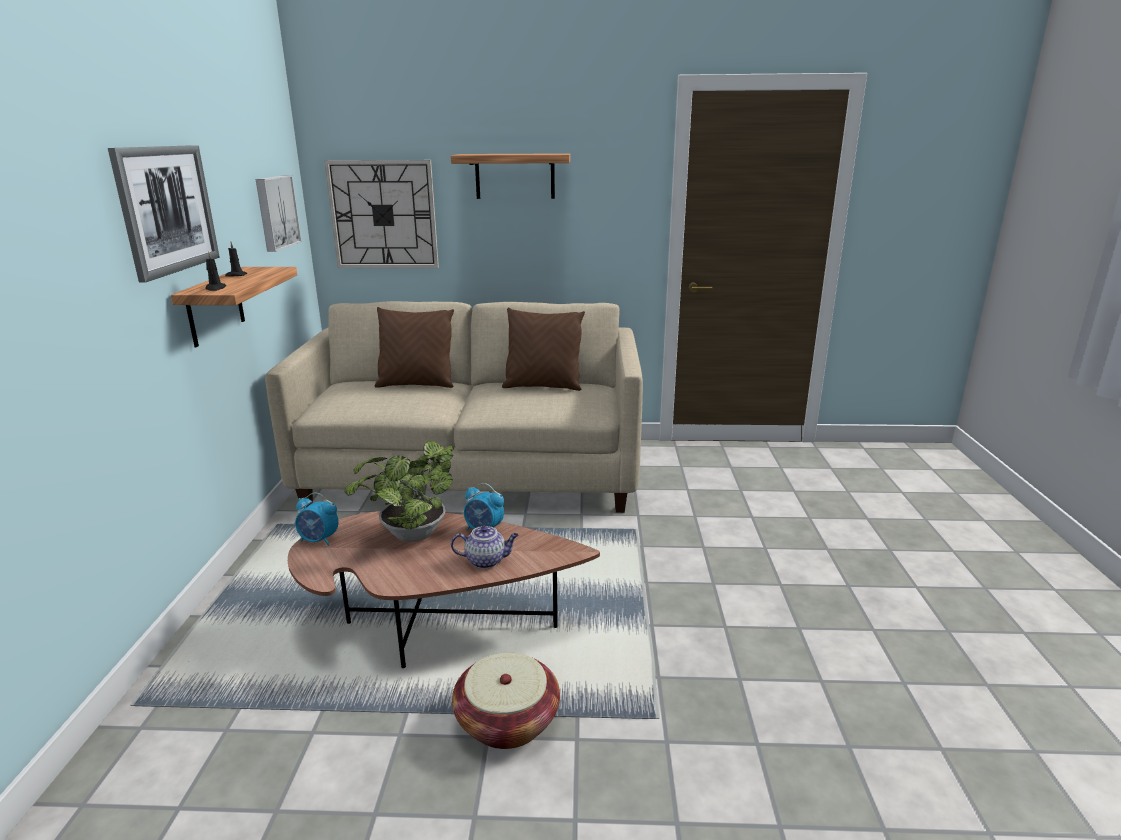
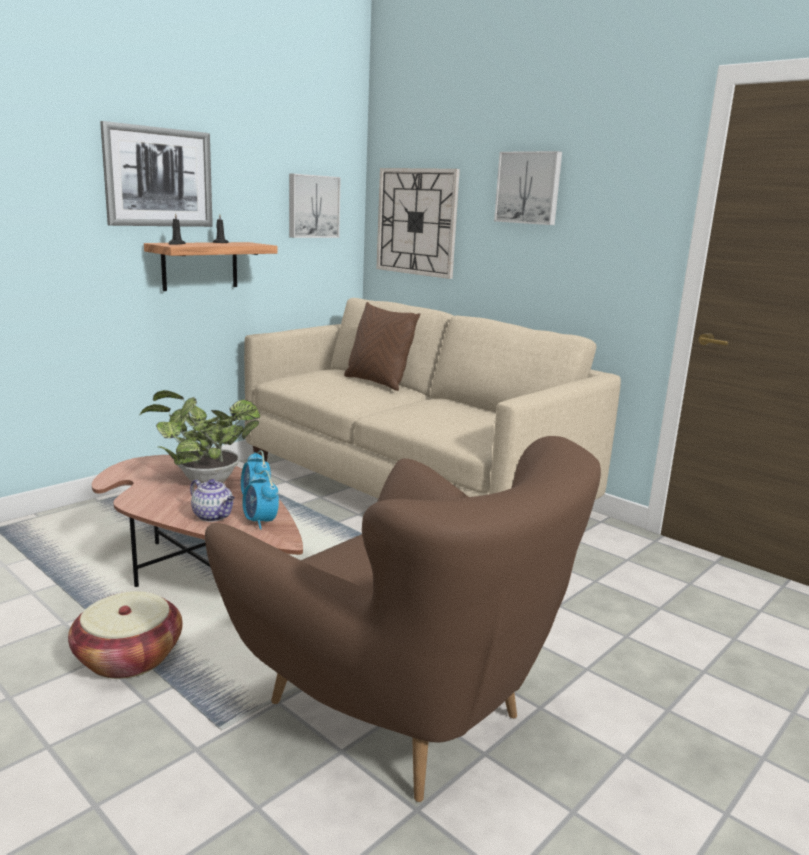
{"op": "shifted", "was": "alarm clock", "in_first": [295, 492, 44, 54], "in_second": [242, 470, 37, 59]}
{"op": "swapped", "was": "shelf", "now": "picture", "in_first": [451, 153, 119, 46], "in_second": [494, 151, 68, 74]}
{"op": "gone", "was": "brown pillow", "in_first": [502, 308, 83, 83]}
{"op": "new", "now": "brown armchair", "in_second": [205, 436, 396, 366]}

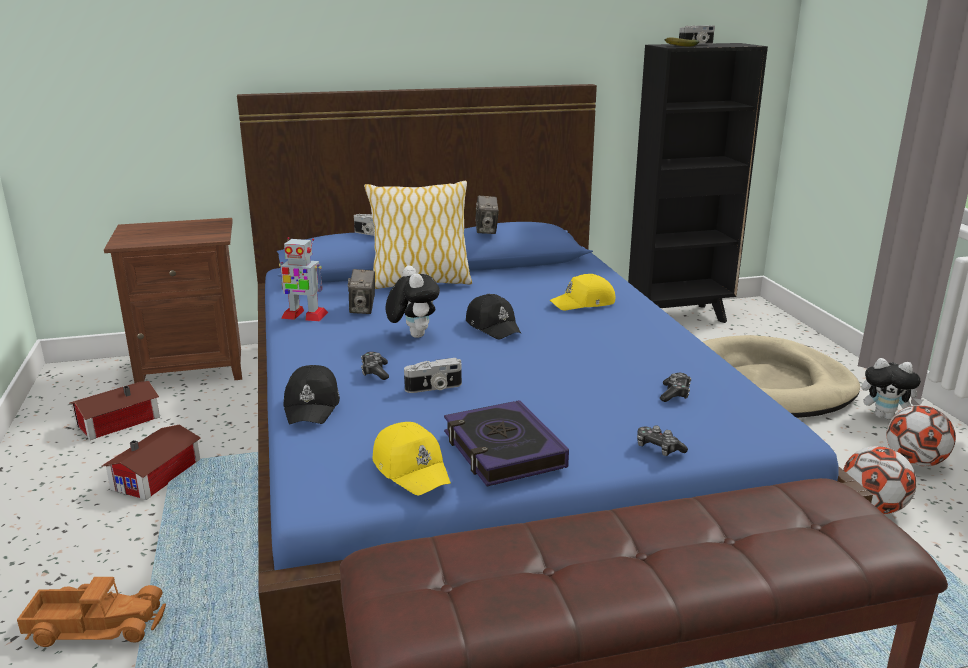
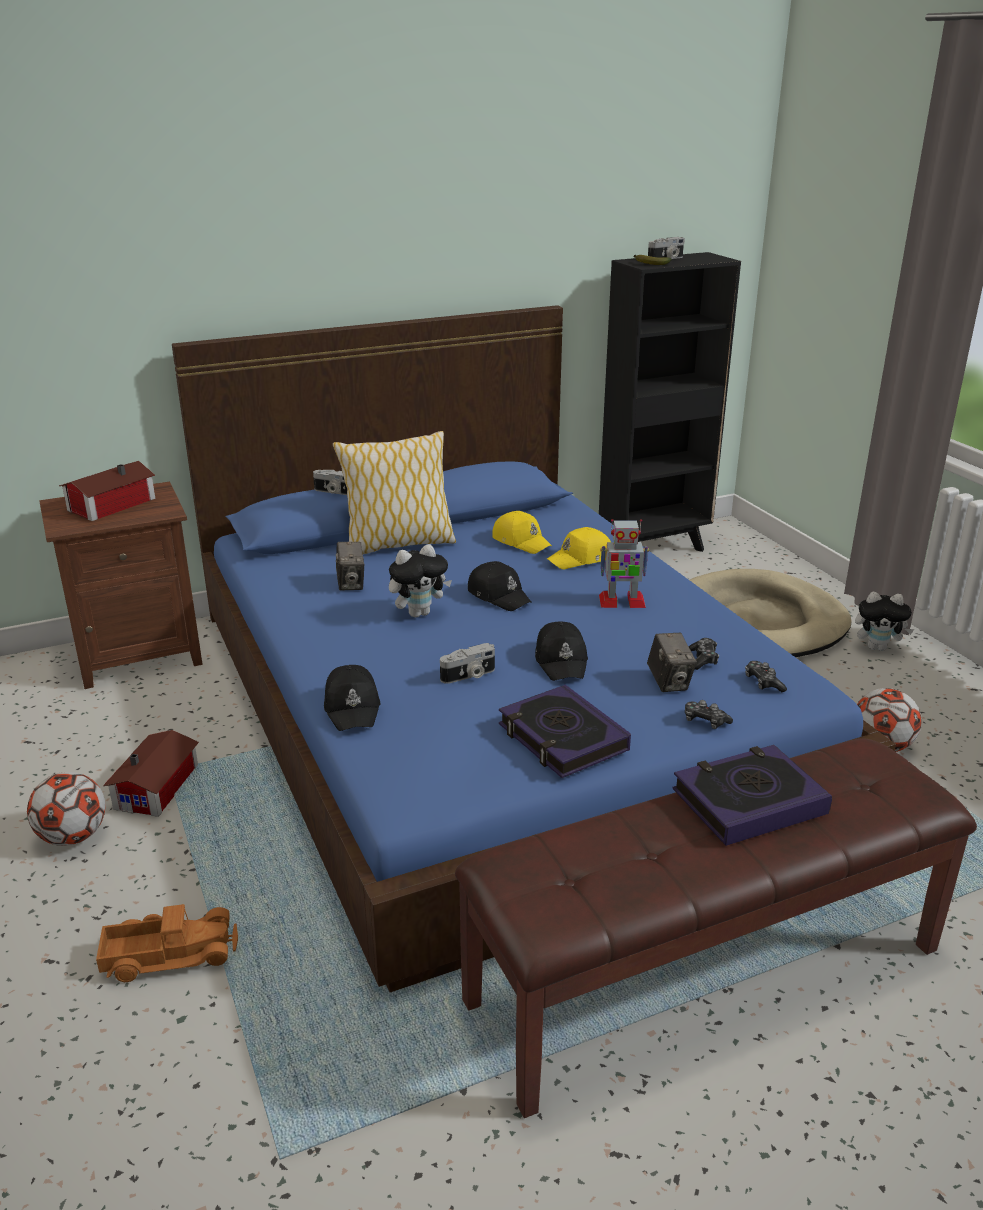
{"op": "shifted", "was": "toy house", "in_first": [69, 381, 91, 59], "in_second": [59, 461, 97, 60]}
{"op": "shifted", "was": "toy robot", "in_first": [279, 237, 49, 84], "in_second": [599, 519, 50, 89]}
{"op": "shifted", "was": "game controller", "in_first": [361, 352, 28, 28], "in_second": [745, 661, 42, 31]}
{"op": "shifted", "was": "yellow cap", "in_first": [372, 422, 79, 73], "in_second": [492, 511, 60, 43]}
{"op": "rotated", "was": "plush toy", "in_first": [385, 266, 55, 72], "in_second": [389, 544, 63, 74], "clockwise": 90}
{"op": "shifted", "was": "photo camera", "in_first": [475, 195, 24, 39], "in_second": [647, 633, 50, 59]}
{"op": "shifted", "was": "football", "in_first": [886, 405, 70, 62], "in_second": [27, 772, 78, 74]}
{"op": "new", "now": "black cap", "in_second": [535, 622, 53, 59]}
{"op": "new", "now": "book", "in_second": [672, 745, 160, 101]}

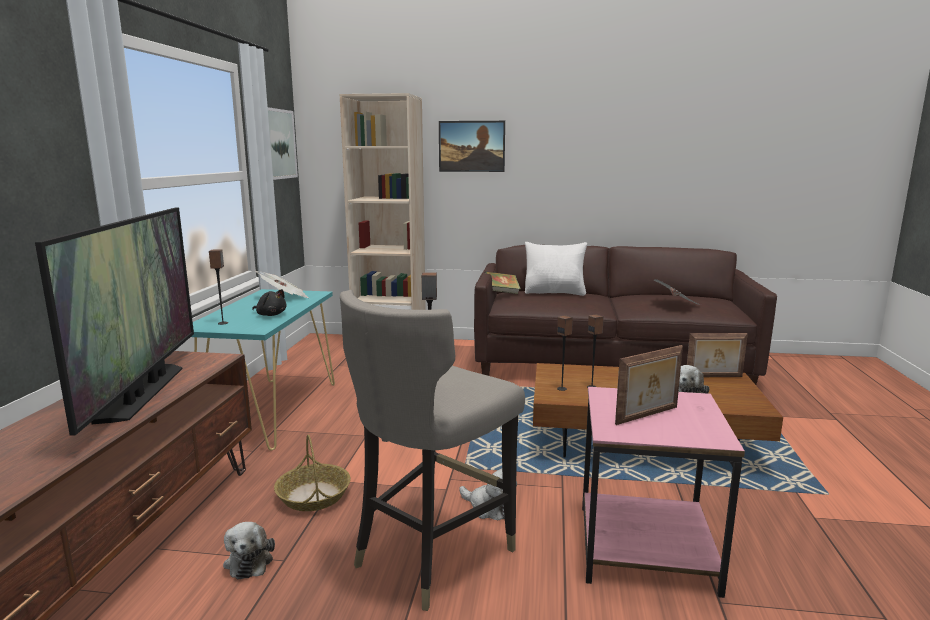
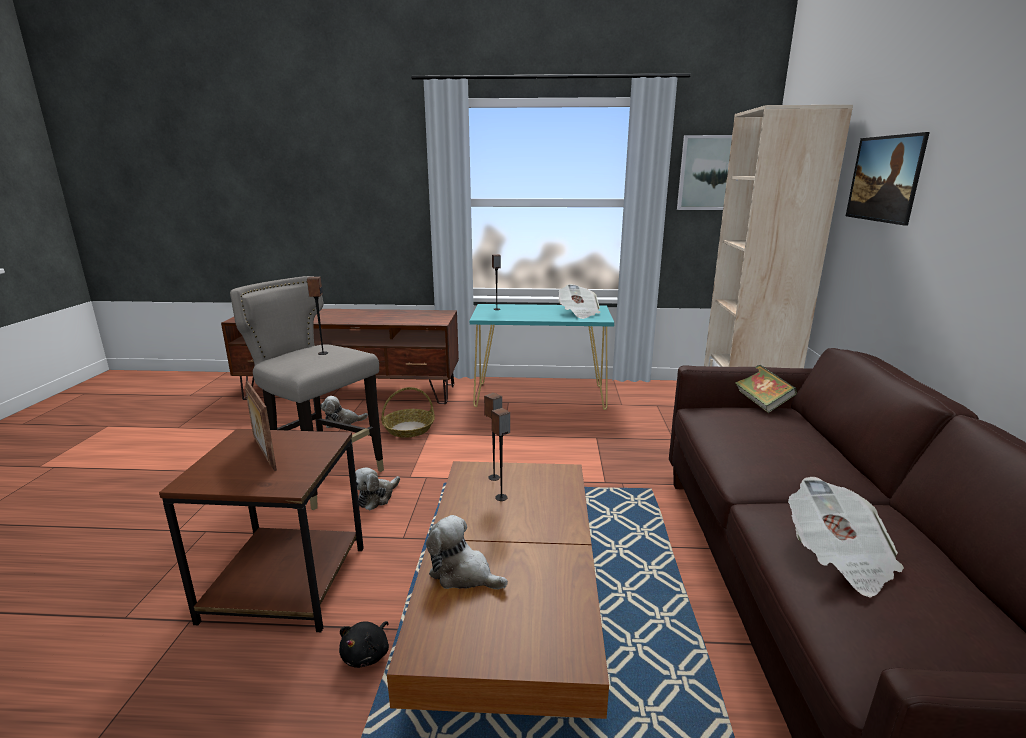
{"op": "gone", "was": "television", "in_first": [35, 208, 159, 228]}
{"op": "shifted", "was": "black plush toy", "in_first": [252, 289, 35, 27], "in_second": [339, 621, 50, 47]}
{"op": "gone", "was": "white pillow", "in_first": [525, 242, 62, 54]}
{"op": "repainted", "was": "pink side table", "now": "brown side table", "in_first": [582, 387, 163, 211], "in_second": [159, 429, 205, 203]}
{"op": "gone", "was": "picture frame", "in_first": [687, 333, 61, 44]}

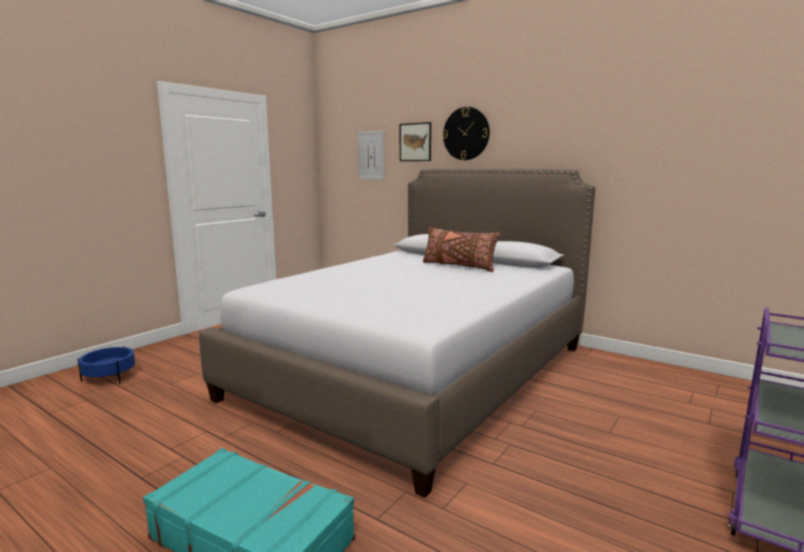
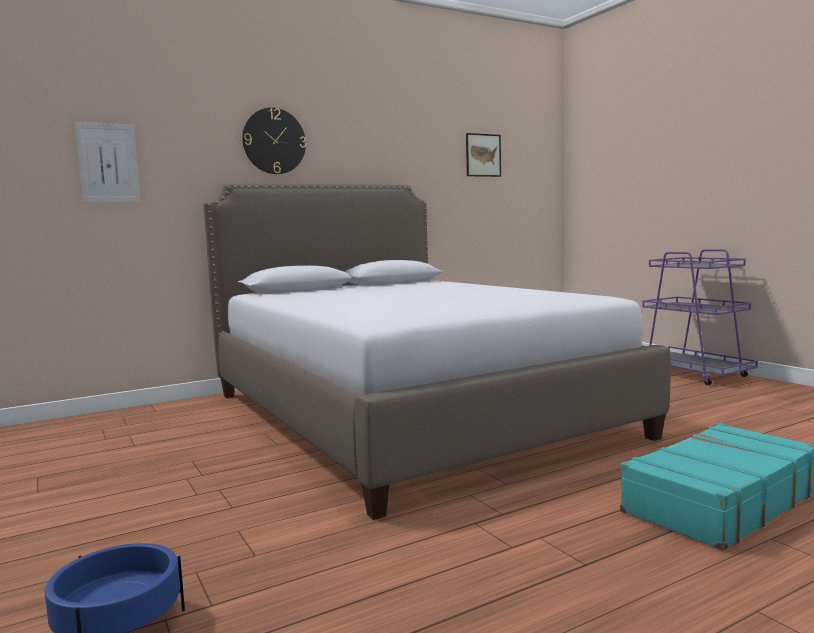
{"op": "shifted", "was": "picture", "in_first": [400, 122, 31, 39], "in_second": [466, 133, 35, 44]}
{"op": "gone", "was": "brown pillow", "in_first": [423, 227, 77, 45]}

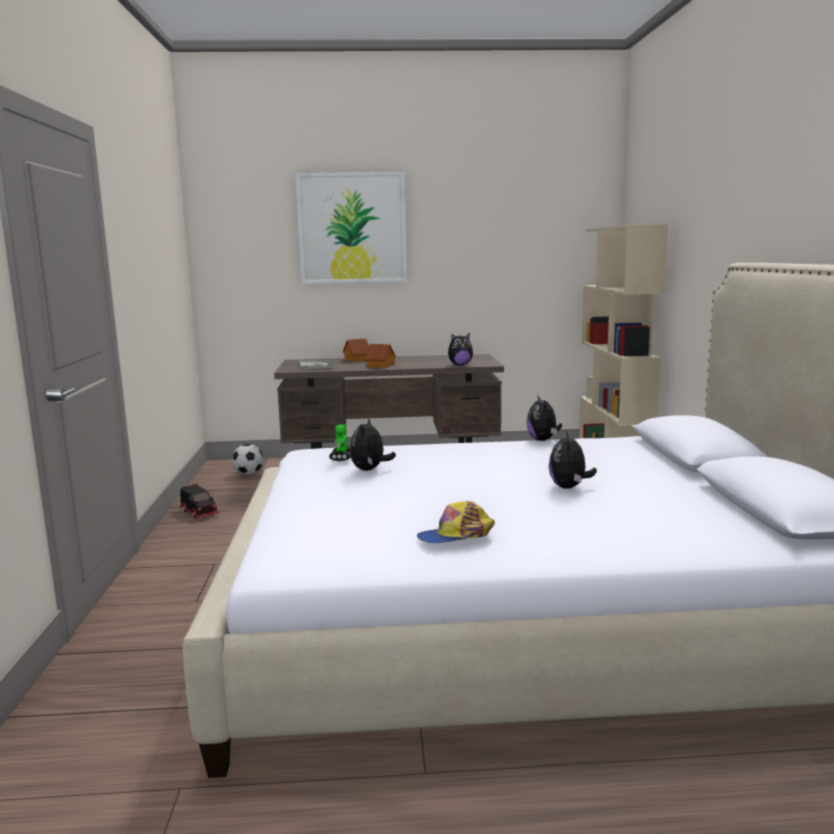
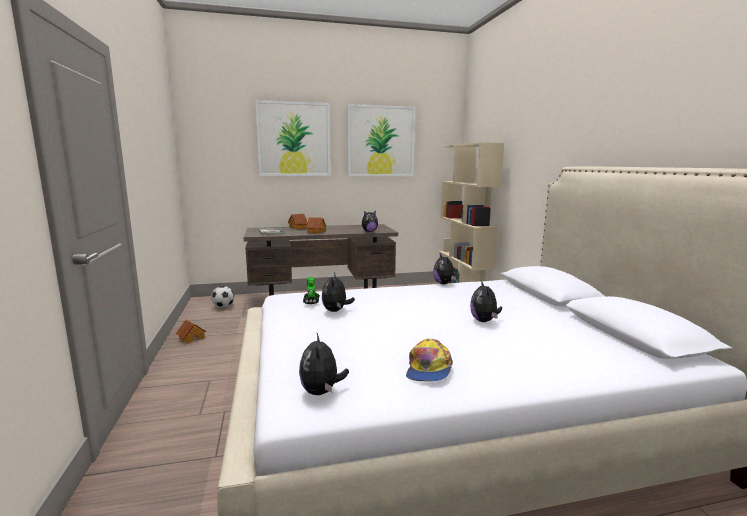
{"op": "swapped", "was": "toy truck", "now": "toy house", "in_first": [179, 484, 41, 34], "in_second": [176, 320, 31, 23]}
{"op": "rotated", "was": "cap", "in_first": [417, 501, 78, 43], "in_second": [406, 339, 47, 43], "clockwise": -45}
{"op": "new", "now": "plush toy", "in_second": [299, 333, 50, 62]}
{"op": "new", "now": "picture", "in_second": [347, 104, 68, 72]}

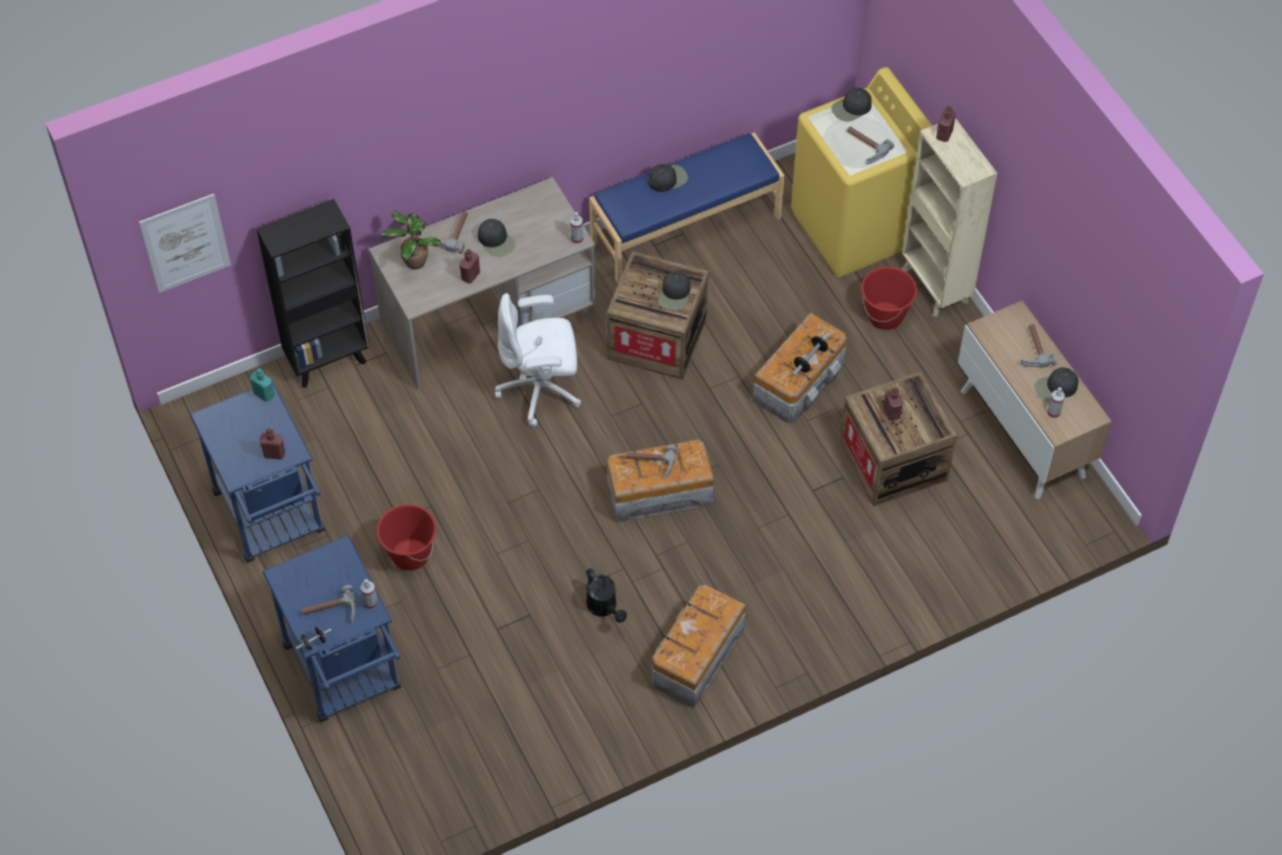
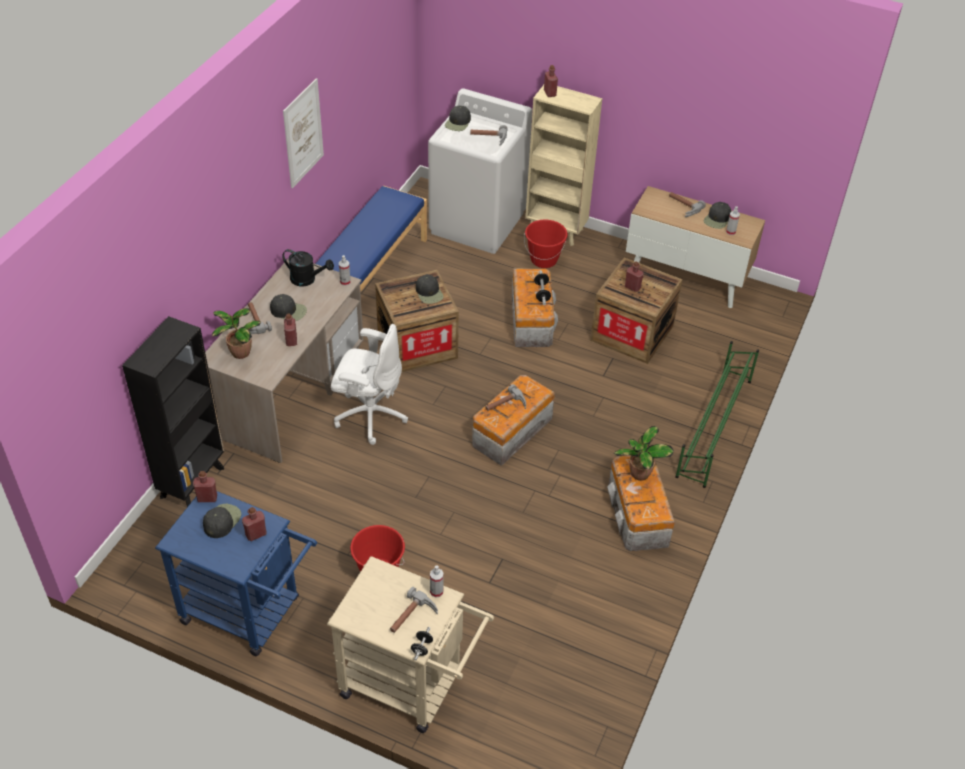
{"op": "shifted", "was": "picture", "in_first": [139, 194, 92, 99], "in_second": [283, 78, 41, 110]}
{"op": "repainted", "was": "turquoise bottle", "now": "red bottle", "in_first": [250, 368, 25, 34], "in_second": [193, 471, 24, 31]}
{"op": "repainted", "was": "blue cart", "now": "beige cart", "in_first": [262, 535, 139, 187], "in_second": [327, 556, 167, 177]}
{"op": "rotated", "was": "white office chair", "in_first": [495, 293, 86, 134], "in_second": [331, 324, 77, 121], "clockwise": -120}
{"op": "shifted", "was": "black watering can", "in_first": [586, 568, 41, 55], "in_second": [282, 249, 52, 37]}
{"op": "shifted", "was": "black cap", "in_first": [648, 164, 40, 28], "in_second": [203, 504, 38, 34]}
{"op": "repainted", "was": "yellow washing machine", "now": "white washing machine", "in_first": [791, 67, 141, 210], "in_second": [428, 88, 104, 166]}
{"op": "new", "now": "potted plant", "in_second": [614, 426, 60, 55]}
{"op": "new", "now": "green shoe rack", "in_second": [675, 341, 84, 147]}

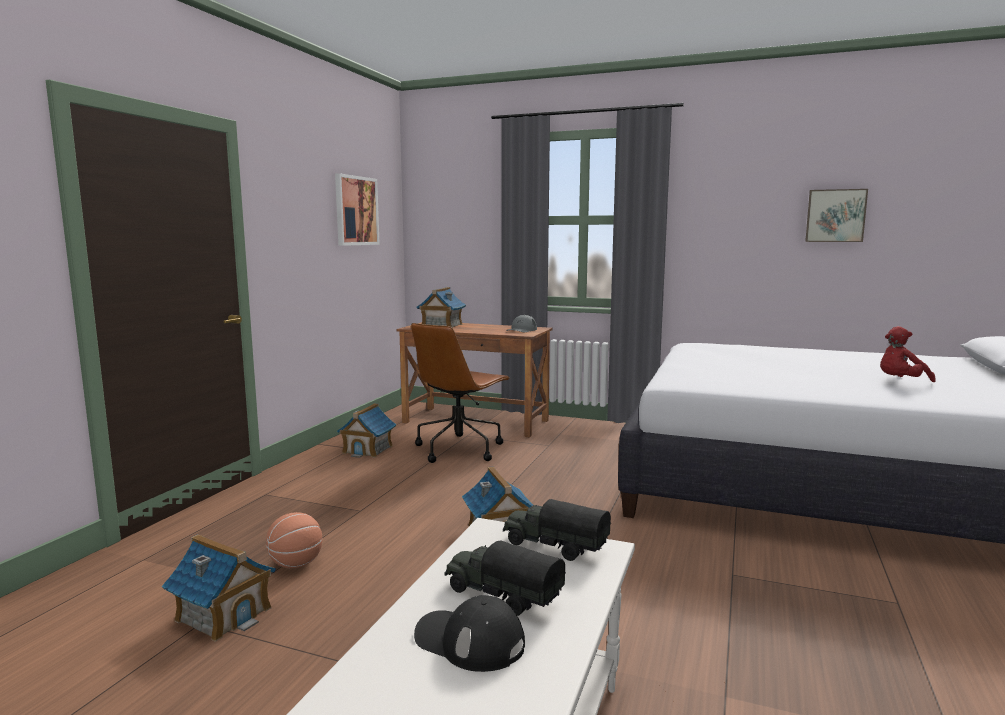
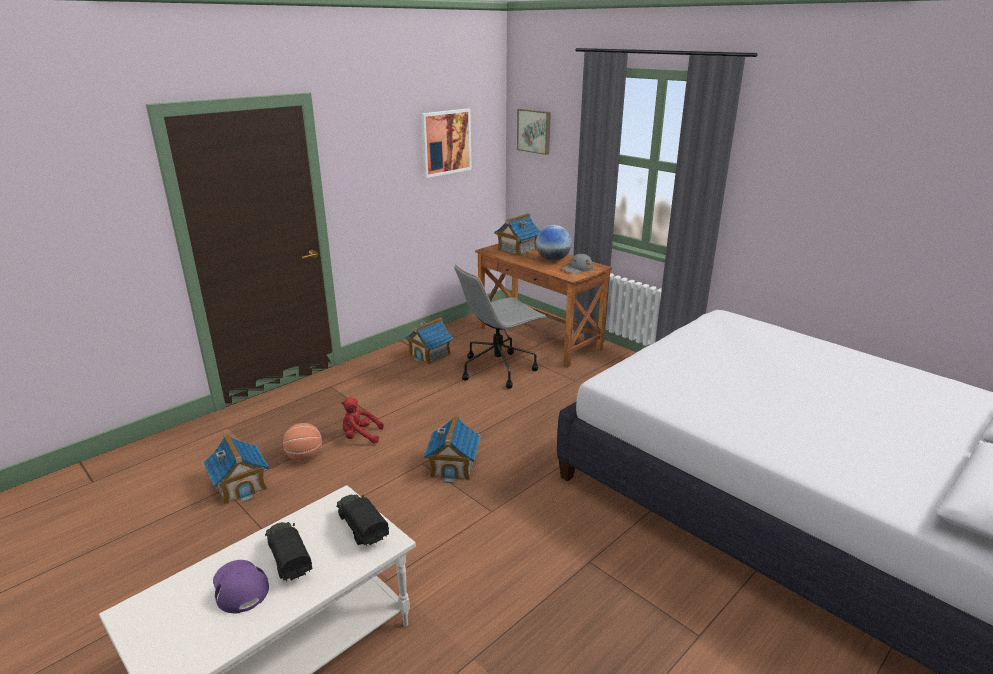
{"op": "repainted", "was": "brown office chair", "now": "grey office chair", "in_first": [411, 323, 99, 140], "in_second": [454, 265, 93, 124]}
{"op": "repainted", "was": "black cap", "now": "purple cap", "in_first": [414, 595, 111, 77], "in_second": [213, 560, 56, 53]}
{"op": "shifted", "was": "picture", "in_first": [805, 189, 63, 53], "in_second": [517, 109, 34, 46]}
{"op": "shifted", "was": "red plush toy", "in_first": [880, 326, 56, 56], "in_second": [341, 397, 43, 47]}
{"op": "new", "now": "globe", "in_second": [536, 225, 36, 36]}

